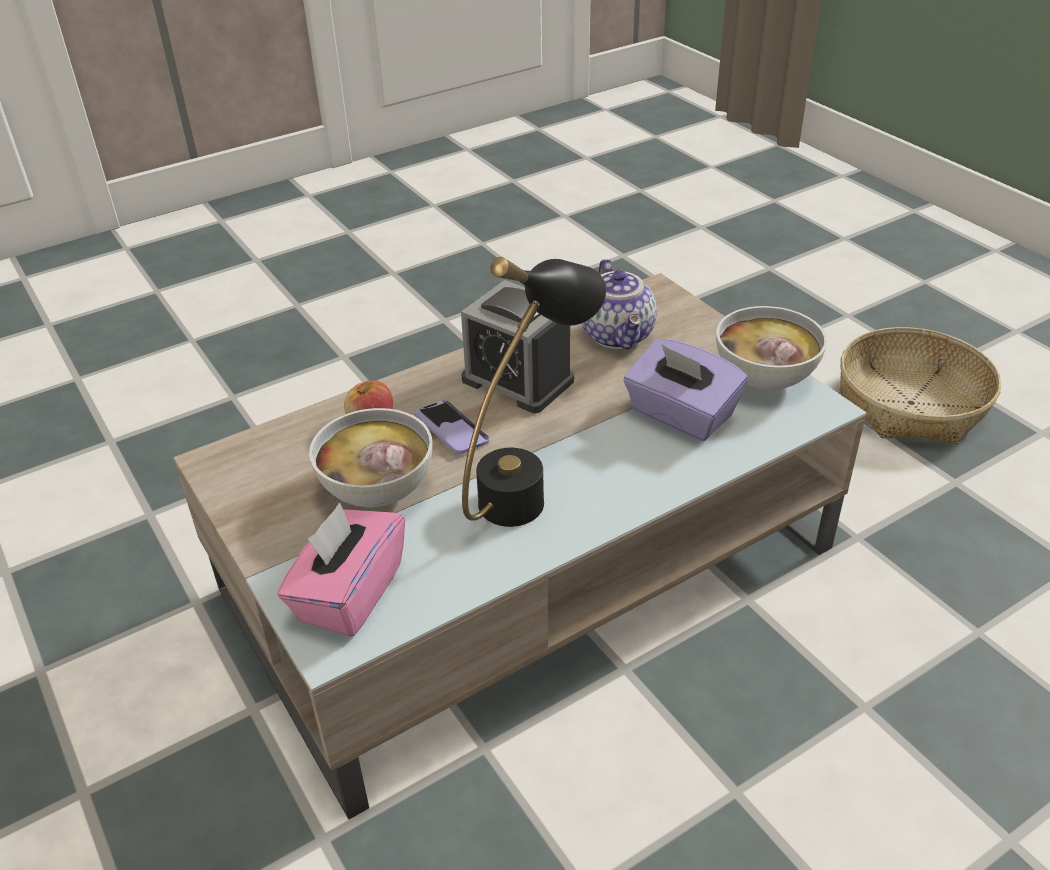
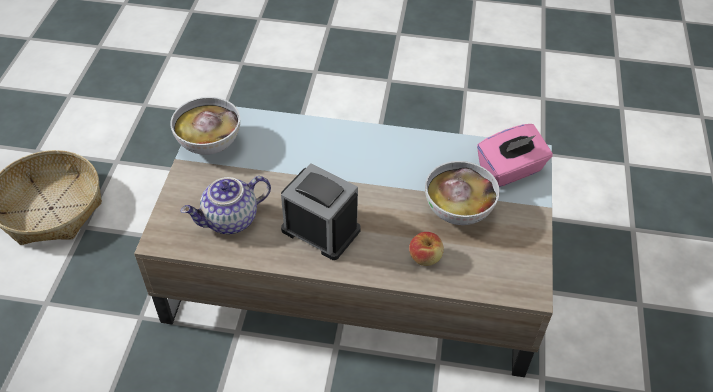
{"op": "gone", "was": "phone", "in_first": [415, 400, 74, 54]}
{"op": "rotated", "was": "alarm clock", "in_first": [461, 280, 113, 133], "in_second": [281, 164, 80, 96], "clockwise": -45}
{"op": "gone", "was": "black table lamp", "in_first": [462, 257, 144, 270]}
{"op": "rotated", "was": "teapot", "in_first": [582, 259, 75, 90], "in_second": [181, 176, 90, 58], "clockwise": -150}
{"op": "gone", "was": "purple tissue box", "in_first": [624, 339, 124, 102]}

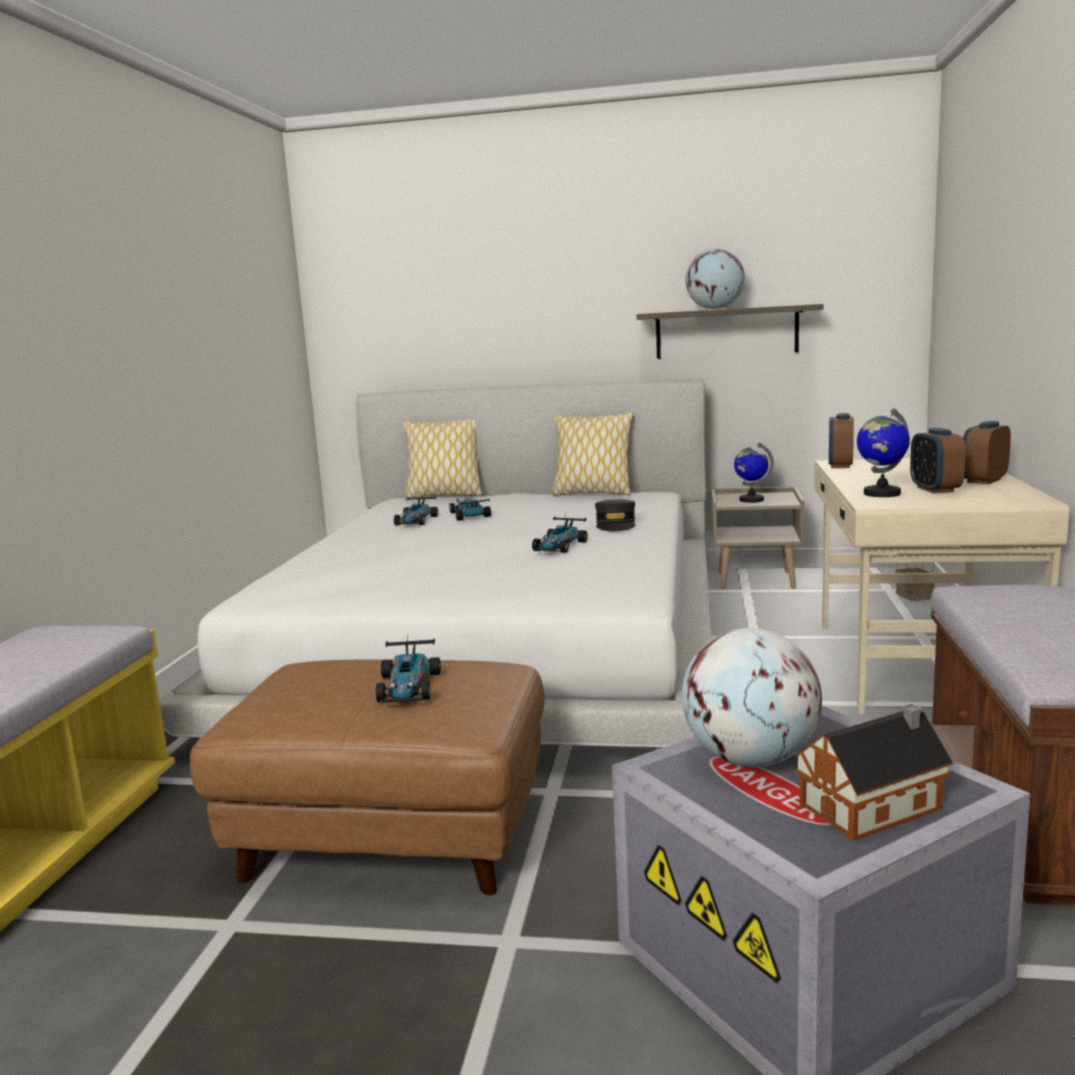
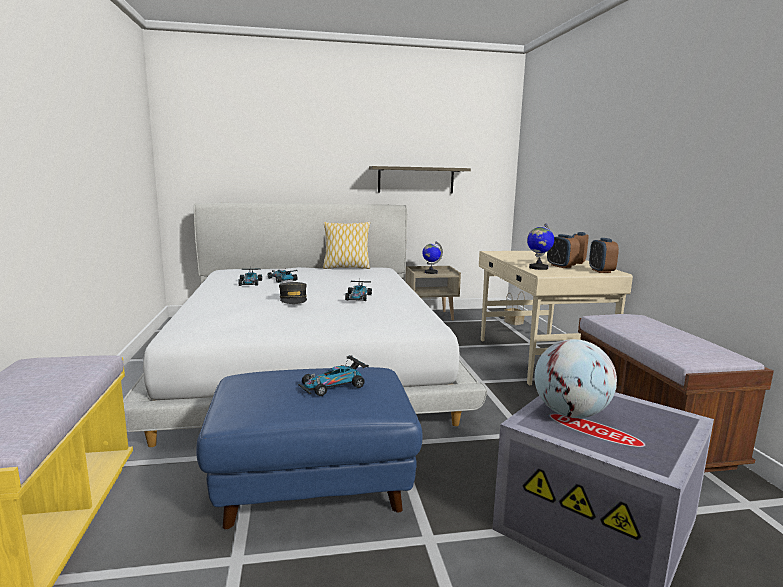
{"op": "repainted", "was": "brown ottoman", "now": "blue ottoman", "in_first": [190, 659, 355, 236], "in_second": [196, 367, 226, 162]}
{"op": "rotated", "was": "toy car", "in_first": [376, 635, 65, 68], "in_second": [298, 355, 71, 41], "clockwise": 75}
{"op": "gone", "was": "pillow", "in_first": [402, 419, 81, 81]}
{"op": "shifted", "was": "grey cap", "in_first": [595, 499, 40, 32], "in_second": [279, 282, 28, 22]}
{"op": "gone", "was": "globe", "in_first": [686, 248, 59, 61]}
{"op": "gone", "was": "toy house", "in_first": [794, 704, 160, 137]}
{"op": "shifted", "was": "alarm clock", "in_first": [829, 413, 25, 55], "in_second": [589, 238, 30, 35]}

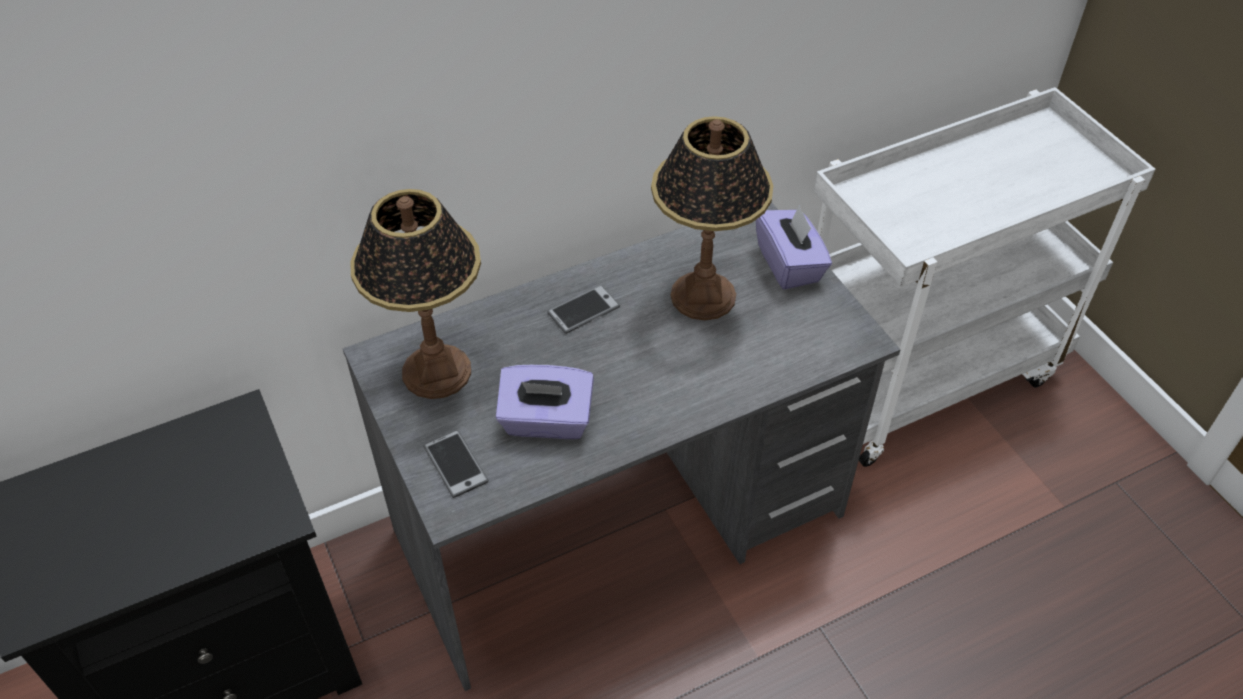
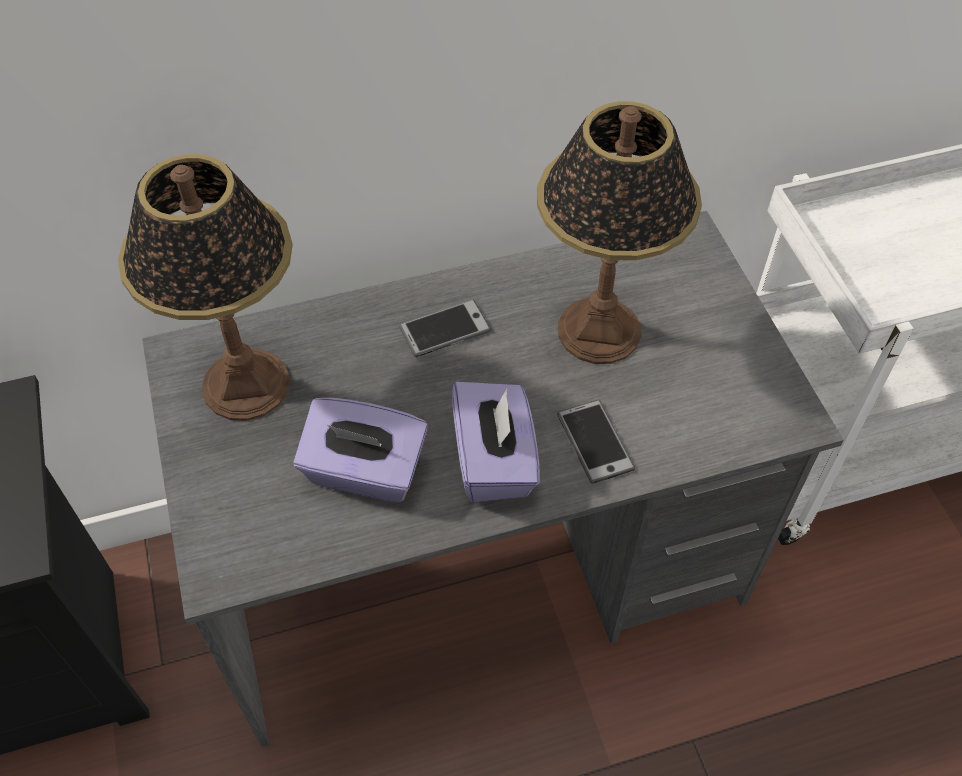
{"op": "shifted", "was": "phone", "in_first": [423, 430, 66, 68], "in_second": [557, 400, 78, 84]}
{"op": "shifted", "was": "purple tissue box", "in_first": [756, 205, 76, 85], "in_second": [452, 382, 87, 121]}

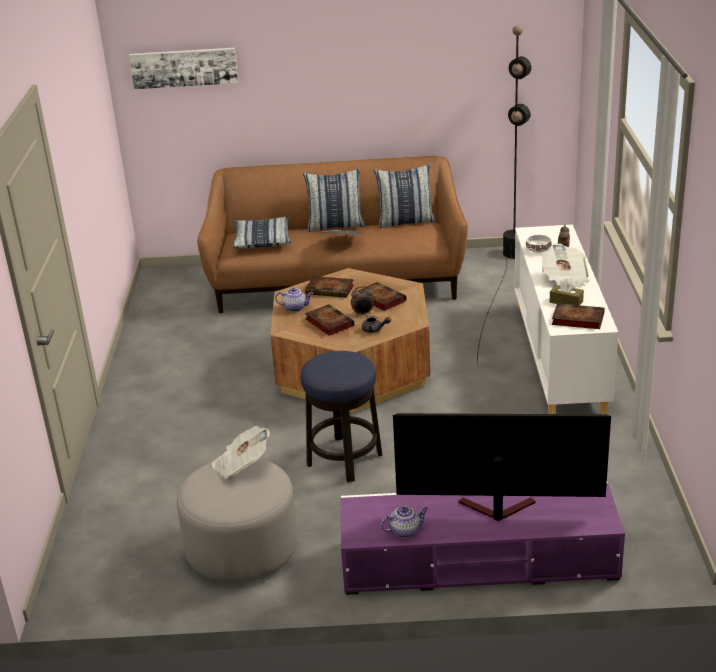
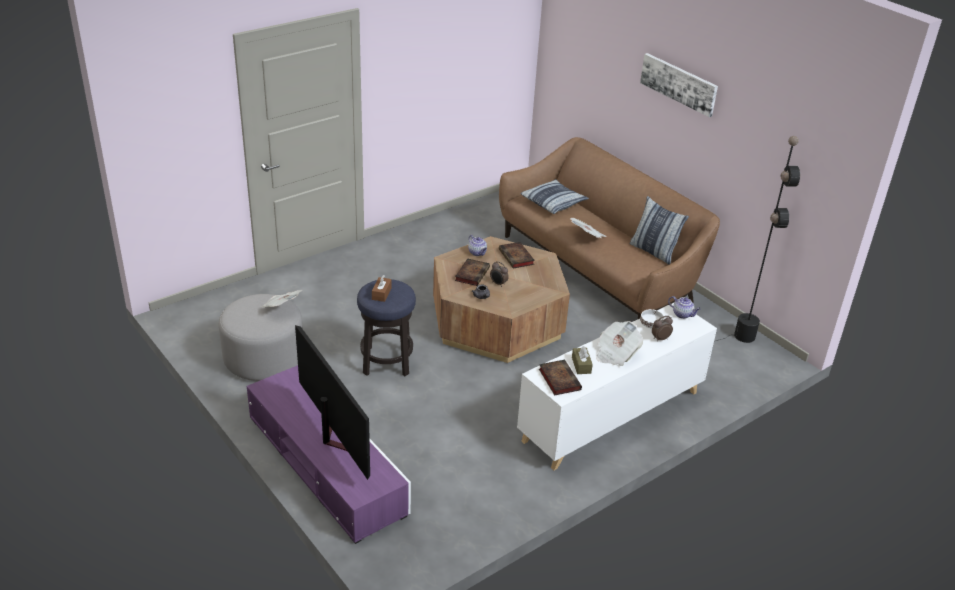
{"op": "shifted", "was": "picture", "in_first": [129, 48, 109, 41], "in_second": [640, 53, 78, 64]}
{"op": "gone", "was": "pillow", "in_first": [303, 168, 62, 64]}
{"op": "gone", "was": "book", "in_first": [358, 282, 48, 29]}
{"op": "shifted", "was": "teapot", "in_first": [381, 506, 47, 32], "in_second": [668, 296, 33, 23]}
{"op": "new", "now": "brown tissue box", "in_second": [372, 275, 20, 27]}

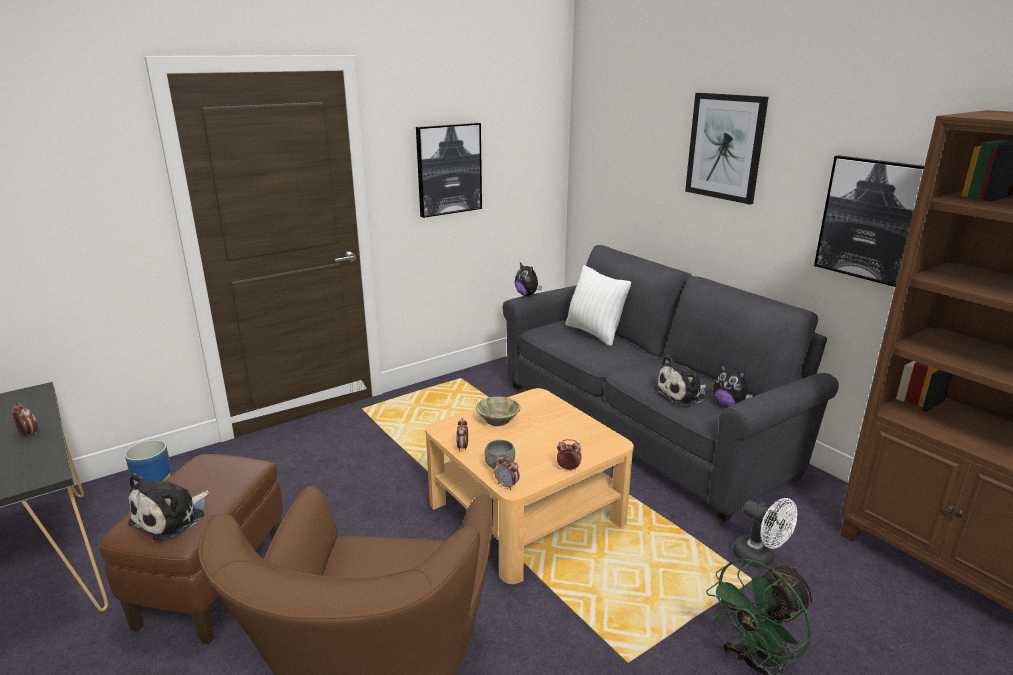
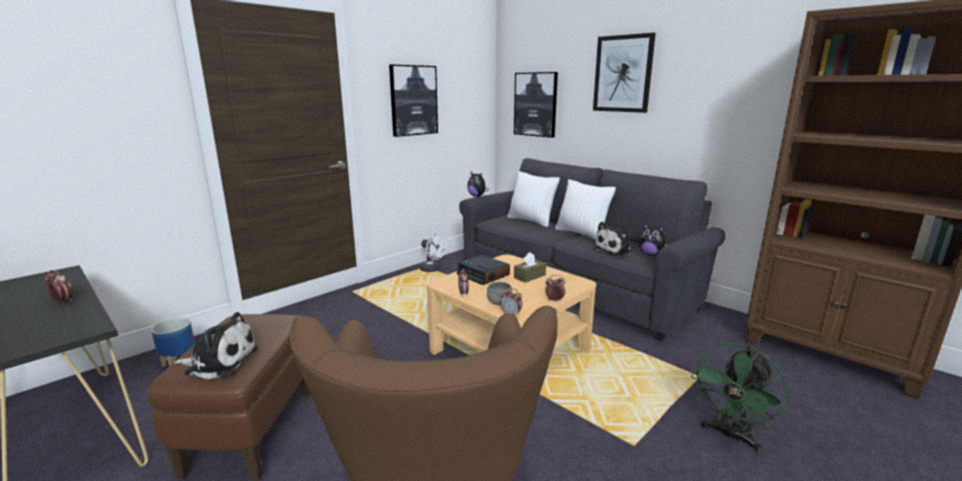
{"op": "rotated", "was": "plush toy", "in_first": [128, 473, 81, 67], "in_second": [174, 312, 84, 68], "clockwise": -105}
{"op": "swapped", "was": "beige bowl", "now": "alarm clock", "in_first": [476, 397, 44, 29], "in_second": [457, 255, 53, 30]}
{"op": "shifted", "was": "white fan", "in_first": [733, 498, 64, 69], "in_second": [420, 233, 27, 39]}
{"op": "shifted", "was": "picture", "in_first": [814, 155, 110, 132], "in_second": [514, 72, 44, 66]}
{"op": "new", "now": "brown tissue box", "in_second": [514, 252, 32, 31]}
{"op": "new", "now": "white pillow", "in_second": [555, 179, 61, 61]}

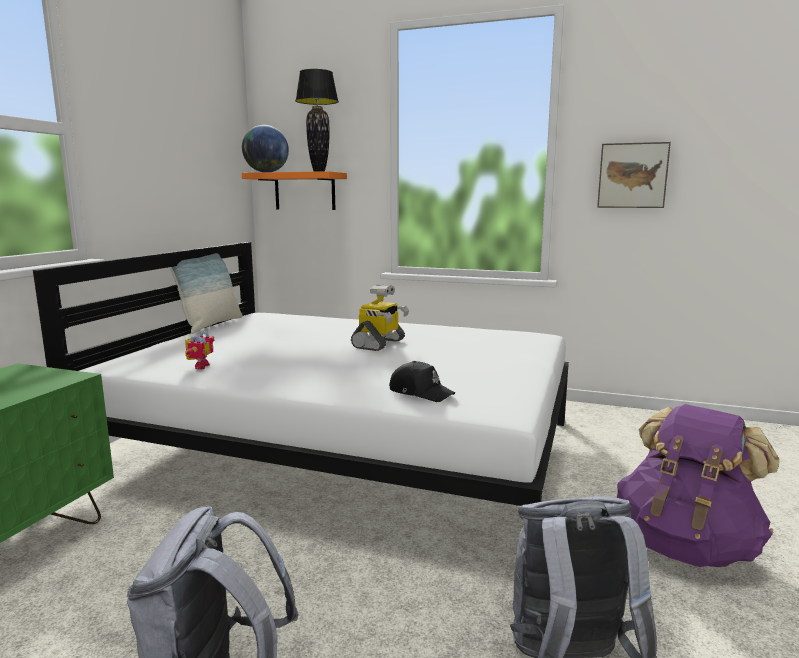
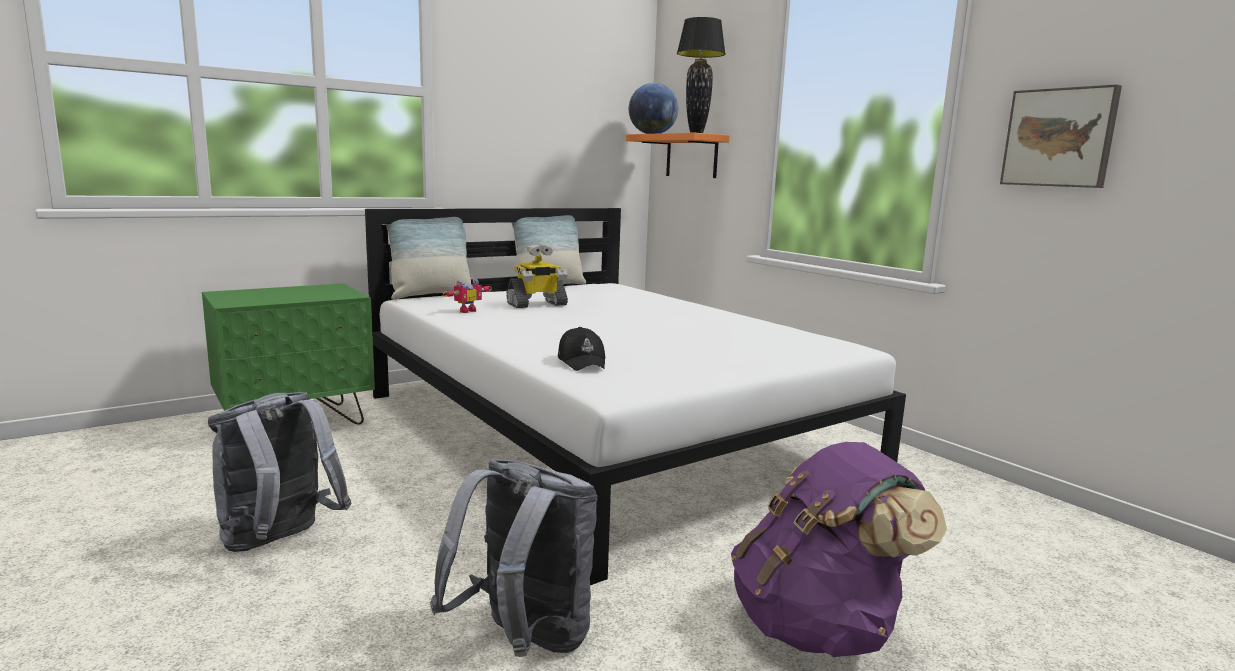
{"op": "shifted", "was": "toy robot", "in_first": [351, 285, 58, 66], "in_second": [506, 244, 62, 64]}
{"op": "new", "now": "pillow", "in_second": [386, 217, 85, 83]}

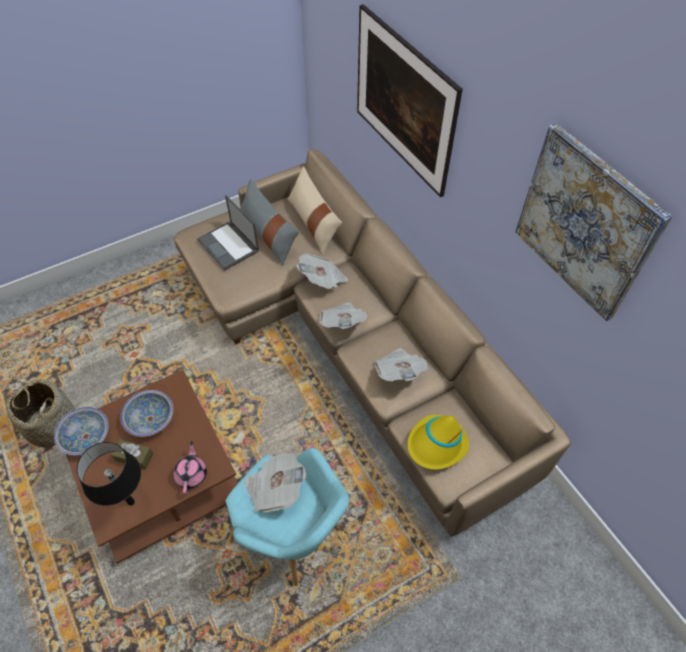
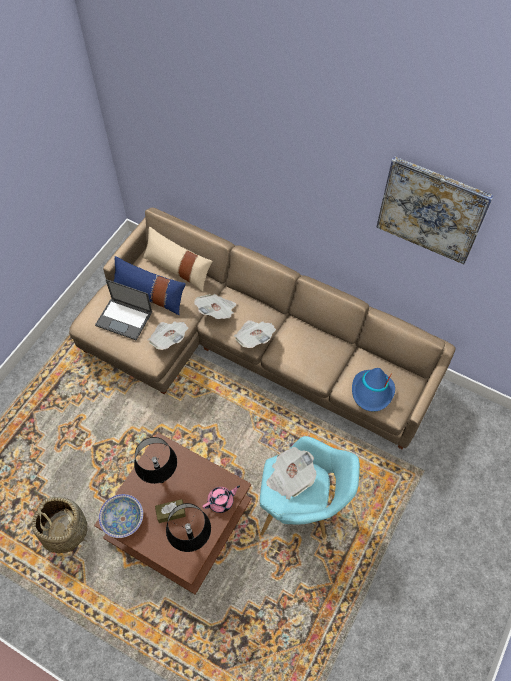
{"op": "swapped", "was": "bowl", "now": "black table lamp", "in_first": [120, 390, 53, 47], "in_second": [134, 437, 43, 47]}
{"op": "rotated", "was": "pink teapot", "in_first": [173, 441, 34, 53], "in_second": [202, 486, 38, 27], "clockwise": 90}
{"op": "repainted", "was": "grey pillow", "now": "blue pillow", "in_first": [240, 179, 59, 87], "in_second": [113, 256, 73, 59]}
{"op": "gone", "was": "picture", "in_first": [357, 4, 106, 193]}
{"op": "shifted", "was": "newspaper", "in_first": [375, 348, 53, 33], "in_second": [148, 321, 40, 29]}
{"op": "repainted", "was": "yellow hat", "now": "blue hat", "in_first": [407, 415, 62, 55], "in_second": [352, 368, 43, 44]}

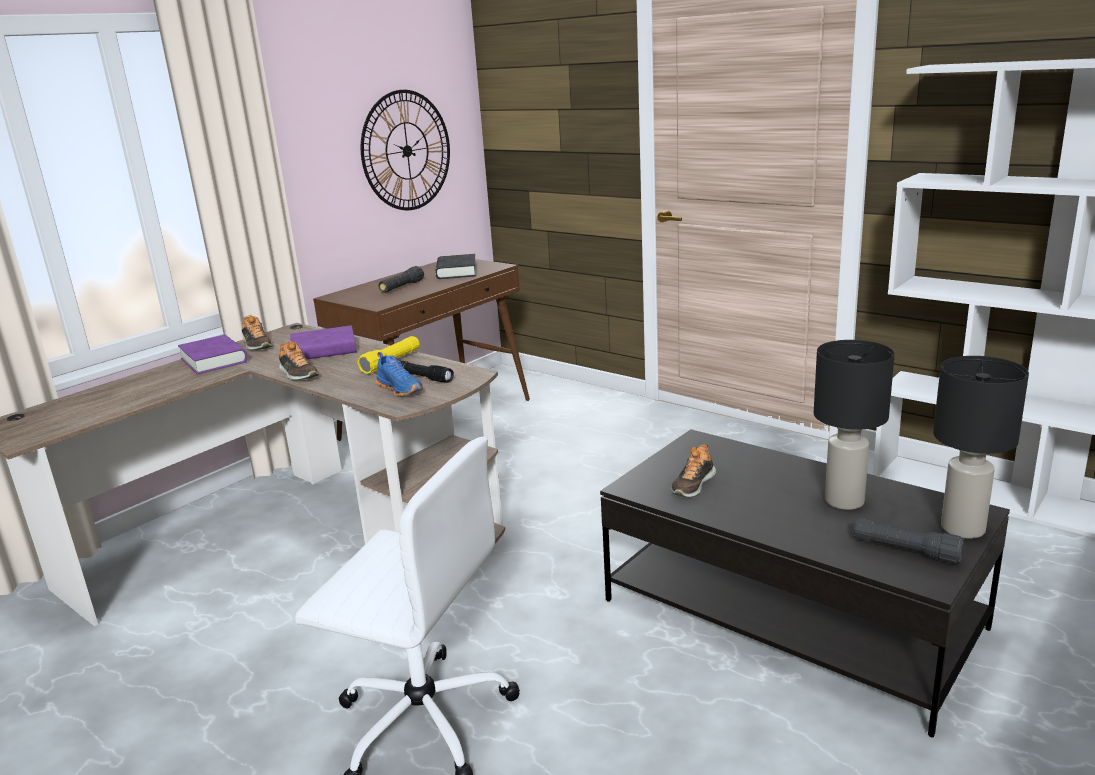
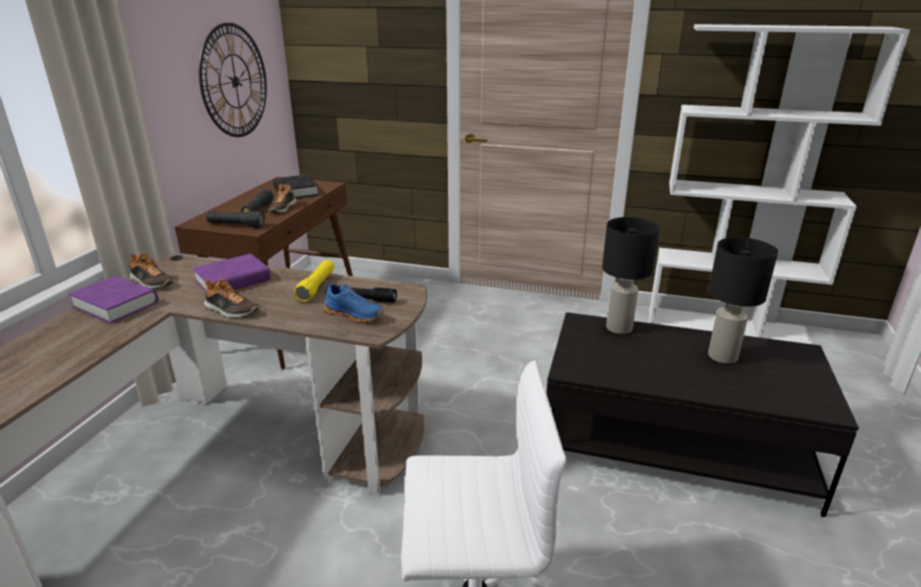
{"op": "shifted", "was": "shoe", "in_first": [671, 444, 45, 53], "in_second": [269, 184, 28, 29]}
{"op": "shifted", "was": "black flashlight", "in_first": [853, 518, 112, 46], "in_second": [206, 211, 59, 16]}
{"op": "shifted", "was": "black table lamp", "in_first": [933, 356, 96, 183], "in_second": [602, 217, 57, 117]}

